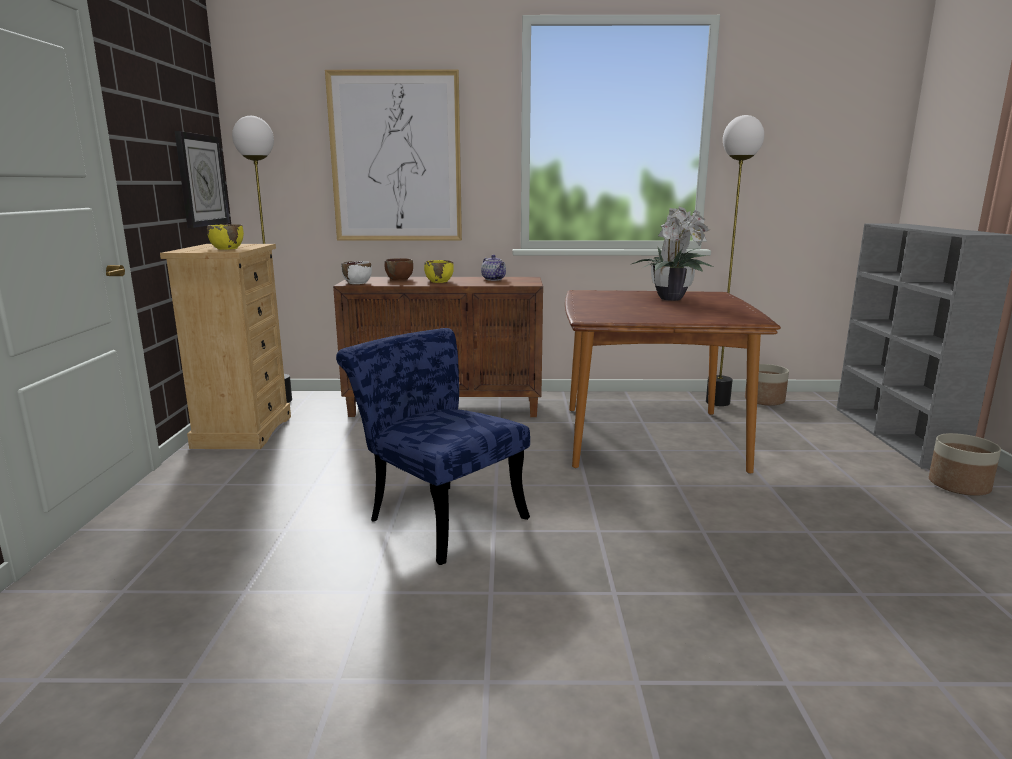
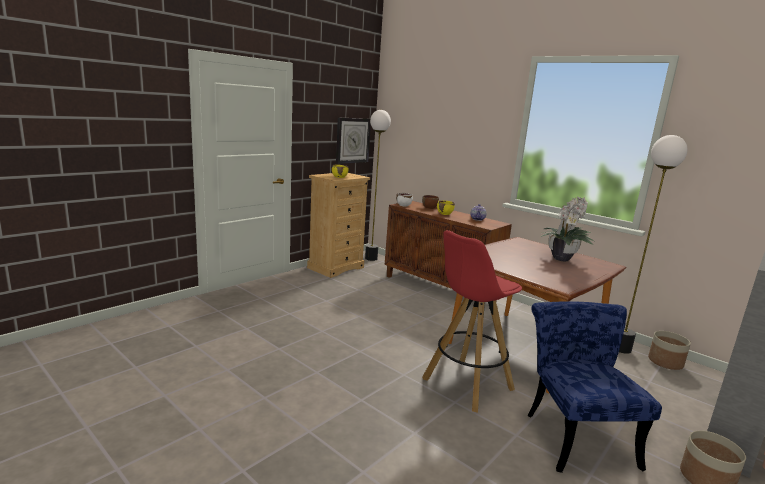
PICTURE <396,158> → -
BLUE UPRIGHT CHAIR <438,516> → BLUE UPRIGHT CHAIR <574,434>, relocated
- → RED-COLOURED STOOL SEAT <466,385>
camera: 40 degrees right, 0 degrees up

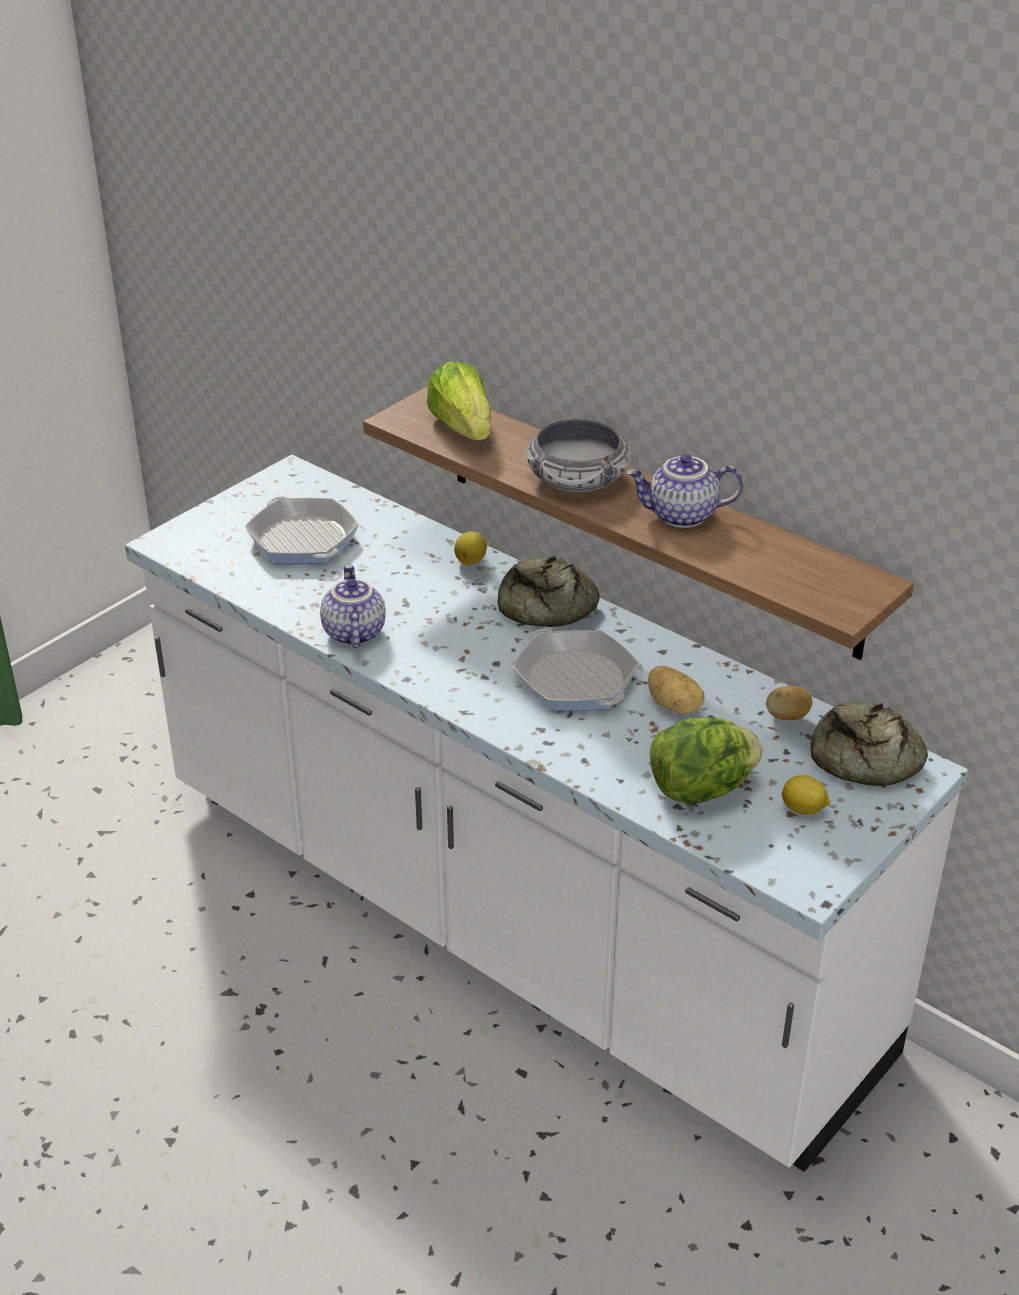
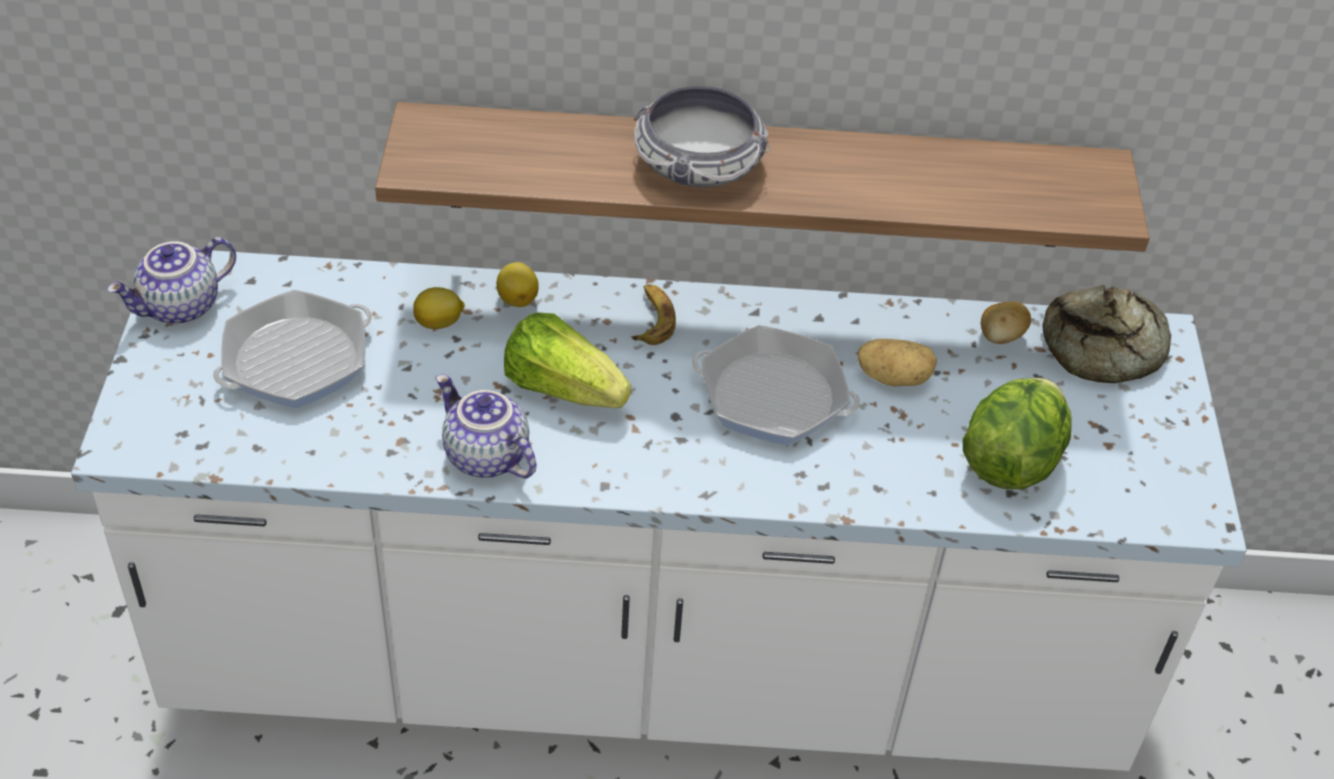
PAN <303,540> → PAN <296,360>, 120 degrees clockwise
LETTUCE <463,428> → LETTUCE <562,388>, relocated
BAKERY BREAD <545,606> → BANANA <652,319>
POT FOR TEA <681,516> → POT FOR TEA <181,308>, relocated
CITRUS FRUIT <804,810> → CITRUS FRUIT <440,323>, relocated
camera: 40 degrees left, 10 degrees up

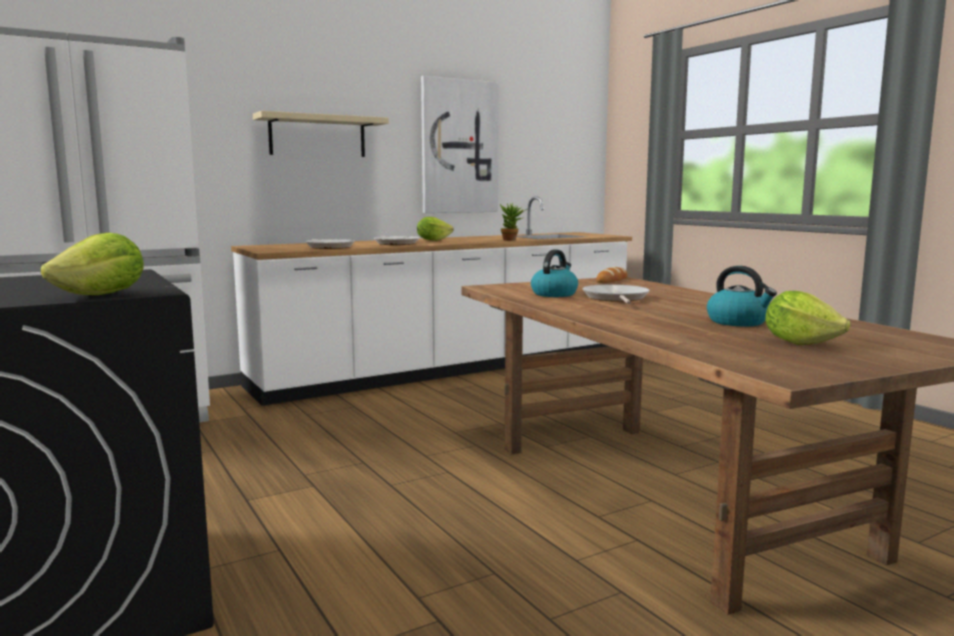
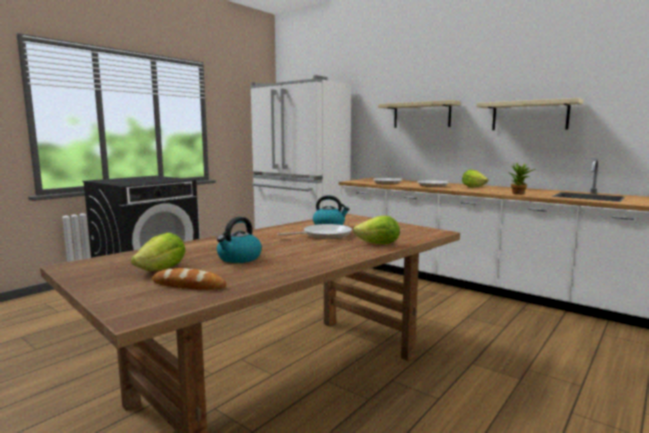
LETTUCE <102,295> → LETTUCE <378,244>, relocated
PICTURE <459,147> → BEIGE WALL SHELF <529,116>
BAKERY BREAD <612,280> → BAKERY BREAD <188,285>, relocated
camera: 70 degrees right, 0 degrees up

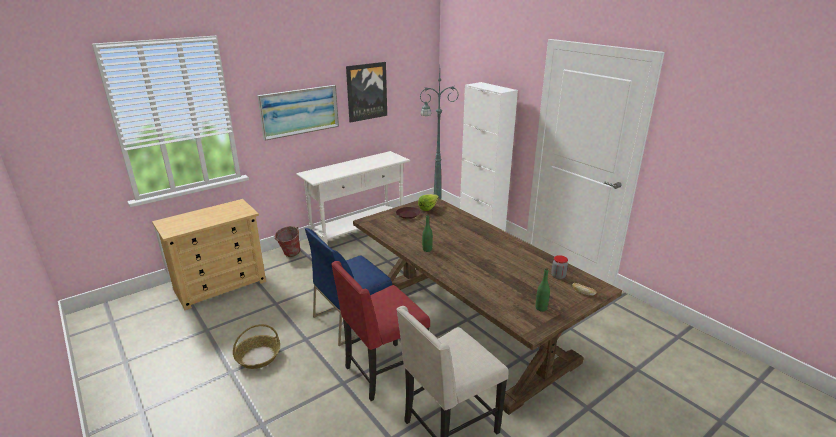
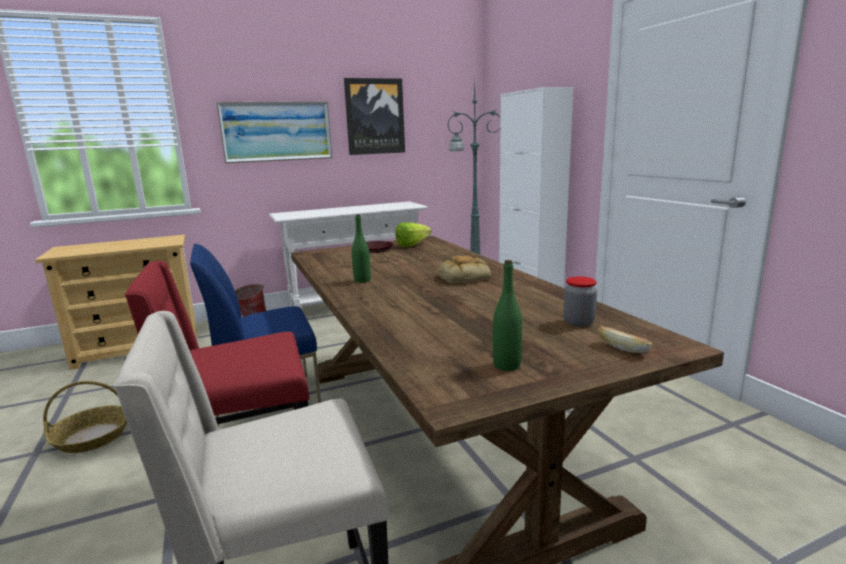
- → BAKERY BREAD <464,277>
camera: 15 degrees right, 10 degrees down

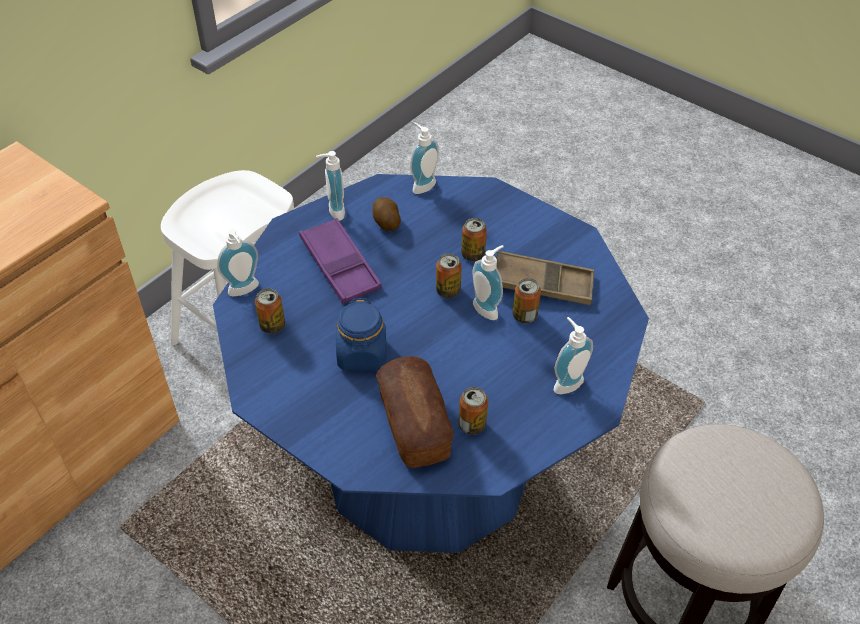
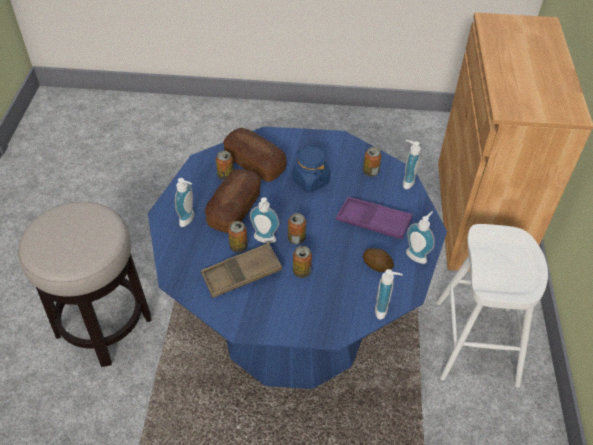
- → BAKERY BREAD <234,209>
camera: 145 degrees right, 0 degrees up

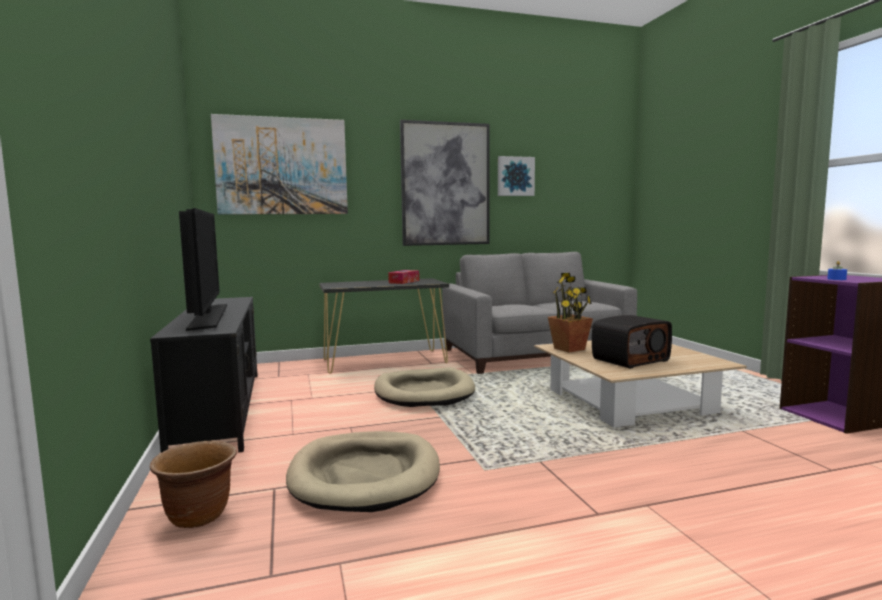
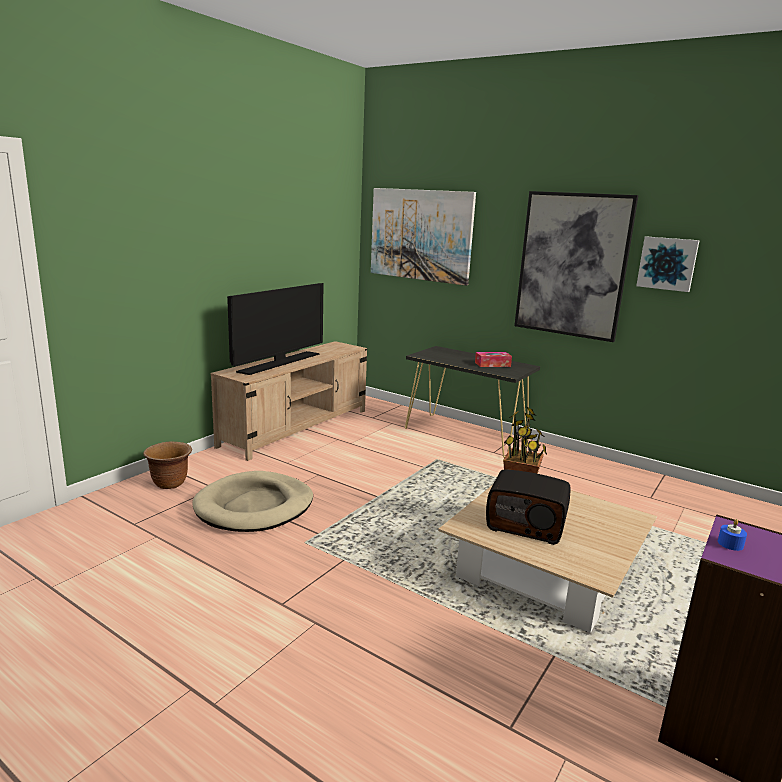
BLACKISH TV UNIT <220,408> → BEIGE TV UNIT <297,427>
BEIGE DOG BED <424,392> → -
GREYISH COUCH <535,354> → -
camera: 50 degrees right, 10 degrees up

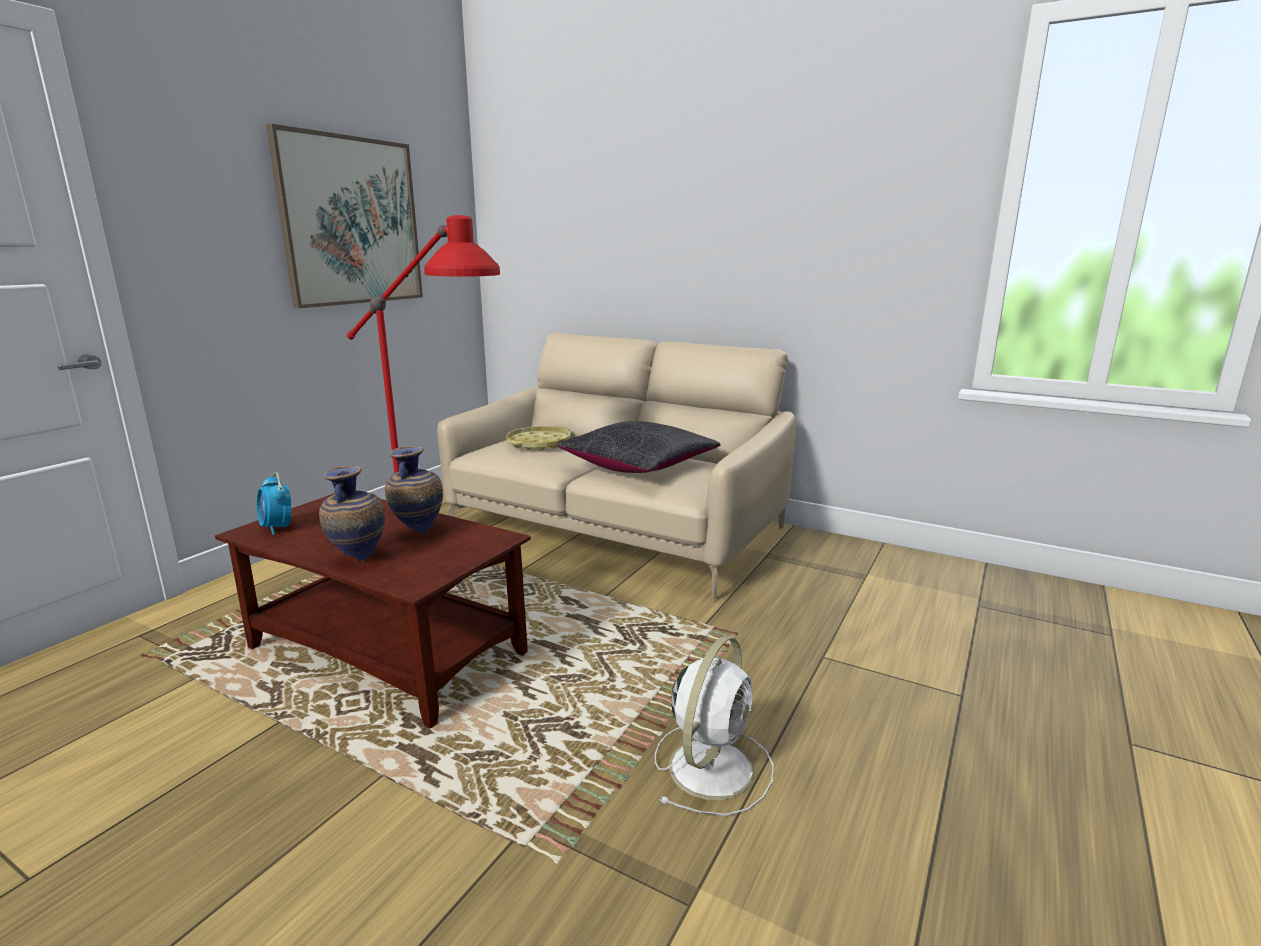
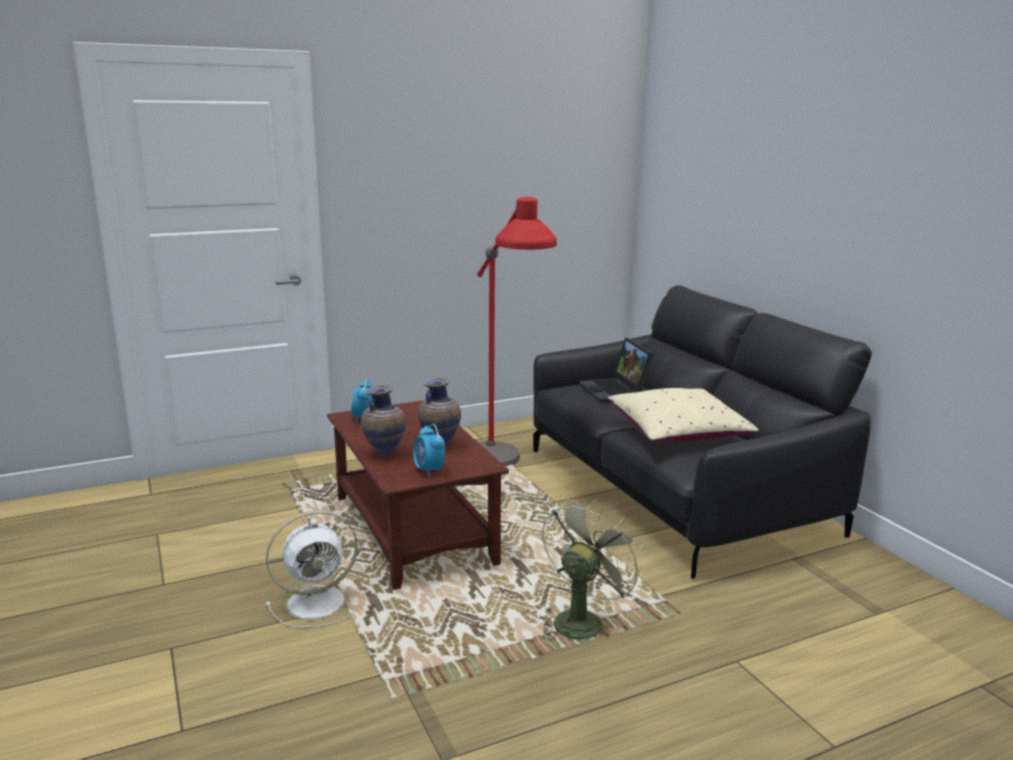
PICTURE <351,221> → -
BEIGE COUCH <617,530> → BLACKISH COUCH <675,491>
YELLOW-COLOURED TRAY <539,444> → PORTABLE COMPUTER <616,392>
BLACKISH PILLOW <638,465> → BEIGE PILLOW <677,433>
WHITISH ELECTRIC FAN <712,766> → WHITISH ELECTRIC FAN <319,602>, relocated
- → BEDSIDE CLOCK <429,470>
- → GREEN-COLOURED ELECTRIC FAN <581,619>
camera: 35 degrees right, 0 degrees up

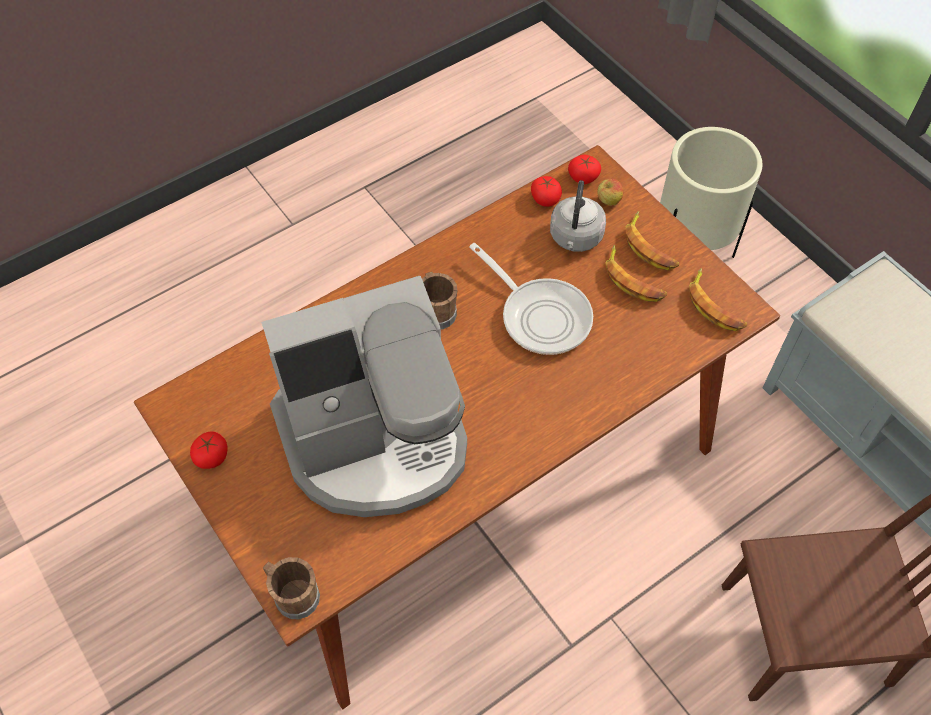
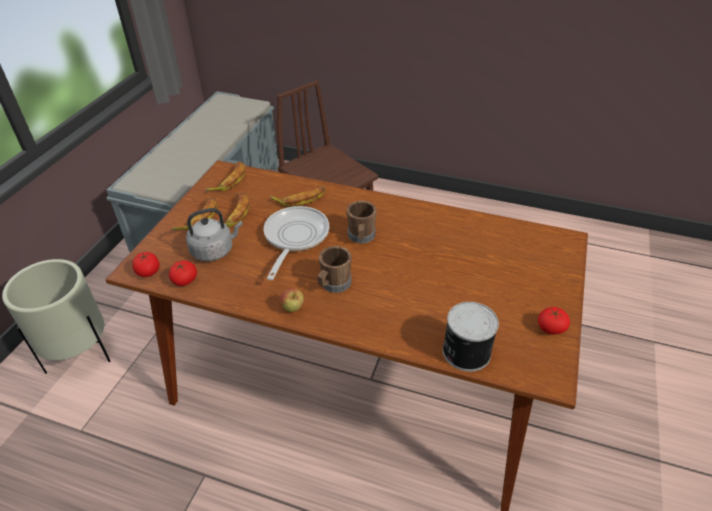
COFFEE BREWER <376,439> → -
BROWN-COLOURED MUG <293,595> → BROWN-COLOURED MUG <361,237>, relocated
WHOLE APPLE <608,201> → WHOLE APPLE <293,309>, relocated
- → BANANA <300,199>
- → CAN <465,351>
camera: 125 degrees left, 15 degrees down

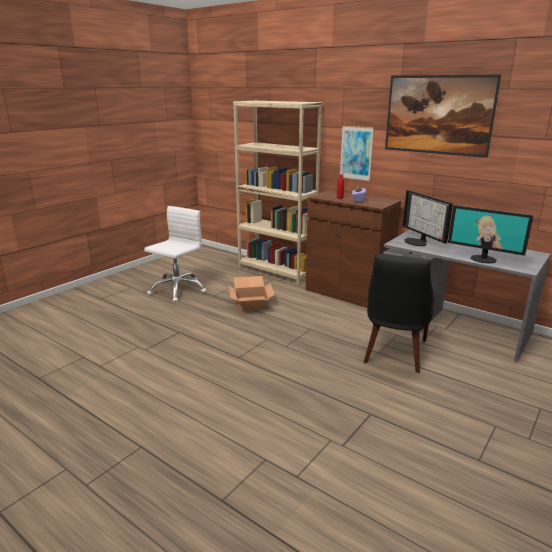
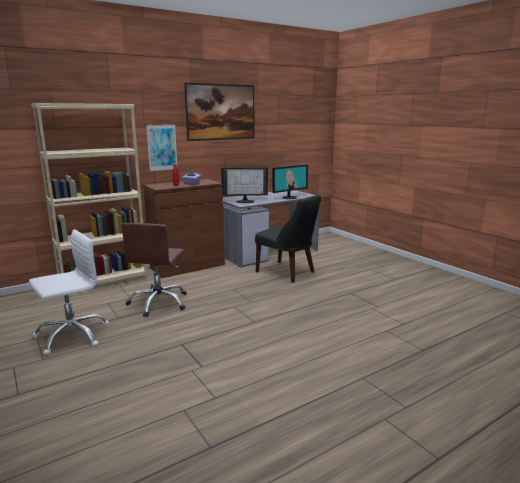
WHITISH DESK CHAIR <177,289> → WHITISH DESK CHAIR <72,335>, 90 degrees clockwise
CARTON <250,303> → BROWN-COLOURED DESK CHAIR <159,303>
camera: 70 degrees left, 5 degrees down

